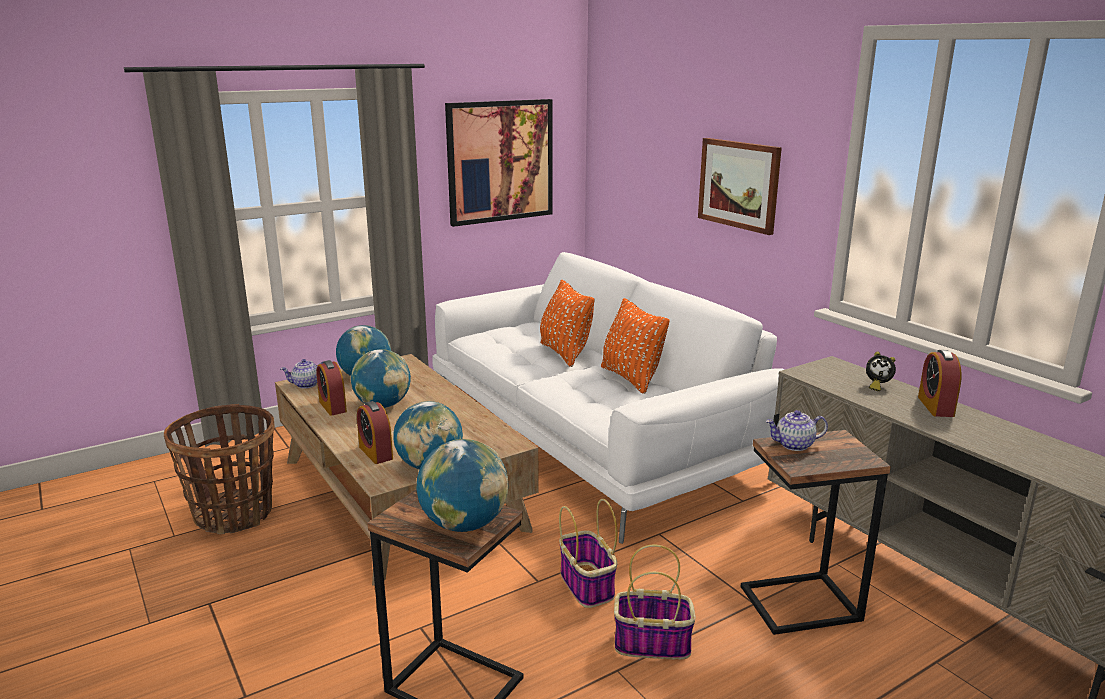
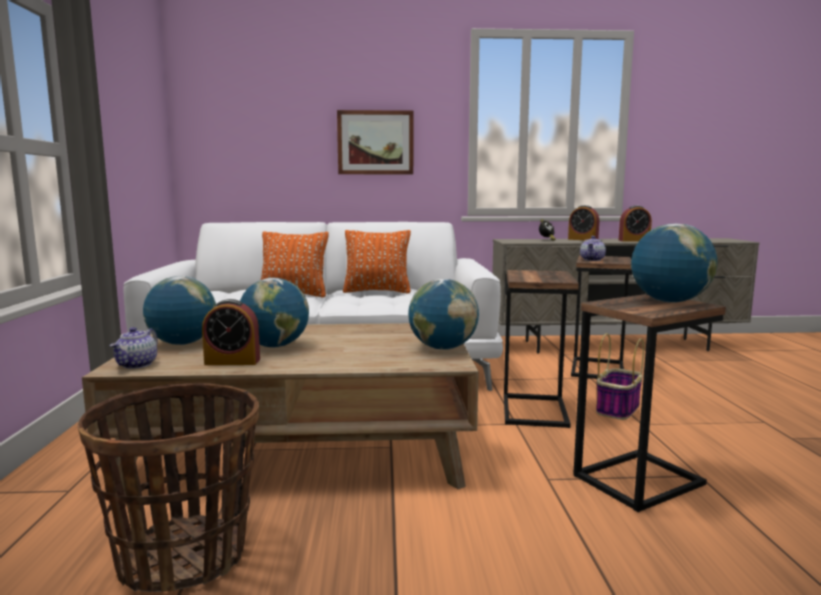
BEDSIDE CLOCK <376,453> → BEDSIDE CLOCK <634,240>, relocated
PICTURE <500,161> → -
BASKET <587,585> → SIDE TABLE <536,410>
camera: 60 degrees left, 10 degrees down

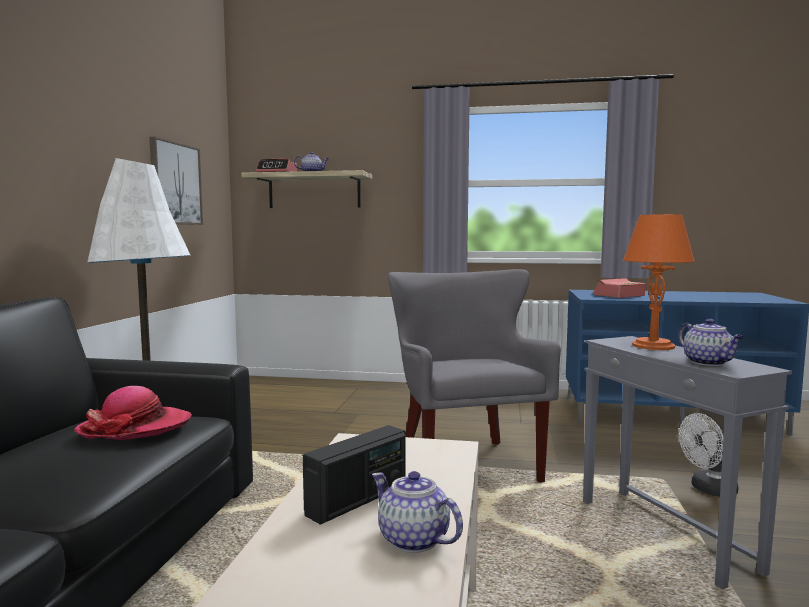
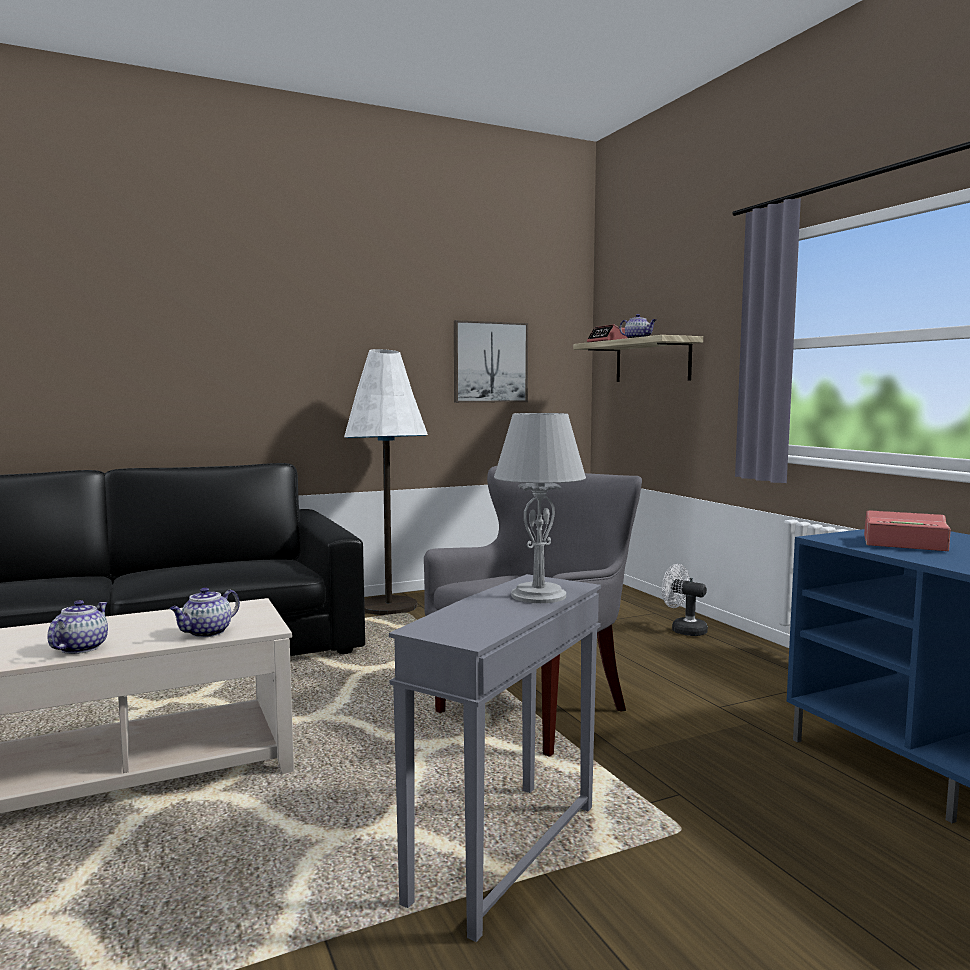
HAT <135,427> → -
RADIO RECEIVER <358,500> → -
ORANGE-COLOURED TABLE LAMP <652,346> → GREYISH TABLE LAMP <538,595>
POT FOR TEA <708,362> → POT FOR TEA <206,633>, relocated
WHITISH ELECTRIC FAN <708,489> → WHITISH ELECTRIC FAN <683,630>, relocated
camera: 55 degrees right, 0 degrees up

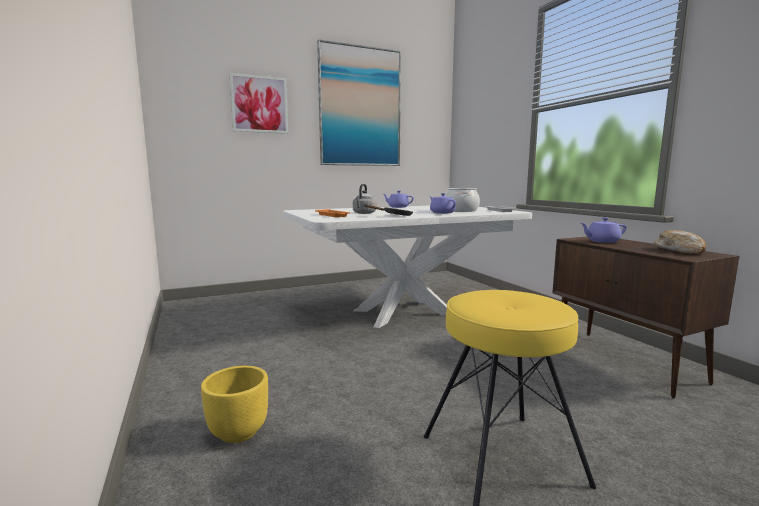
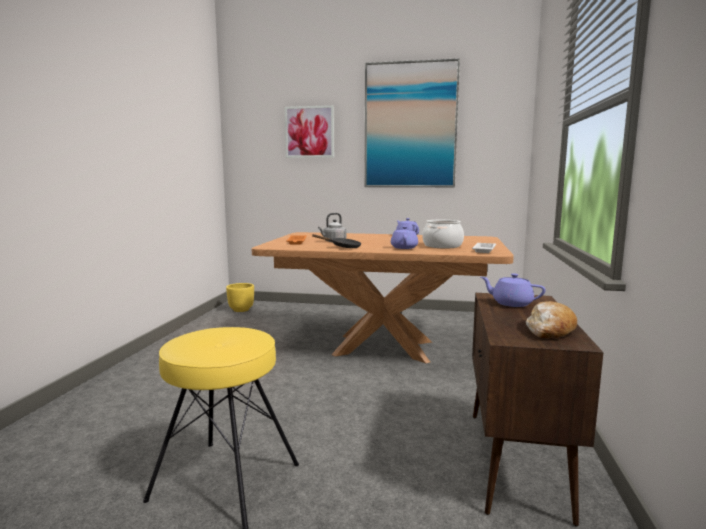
YELLOW-COLOURED FLOWER POT <238,432> → YELLOW-COLOURED FLOWER POT <240,310>, relocated
WHITISH KITCHEN TABLE <403,312> → BROWN-COLOURED KITCHEN TABLE <383,348>
camera: 35 degrees right, 0 degrees up

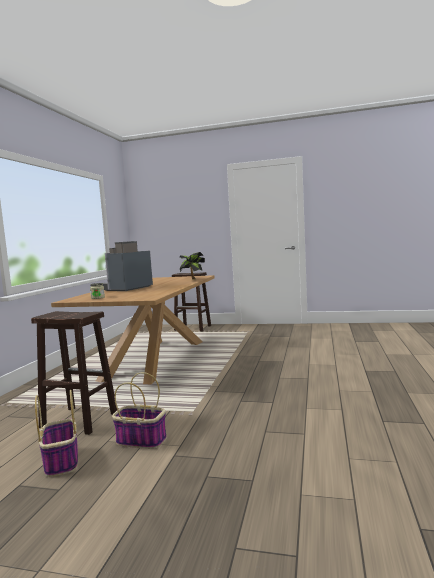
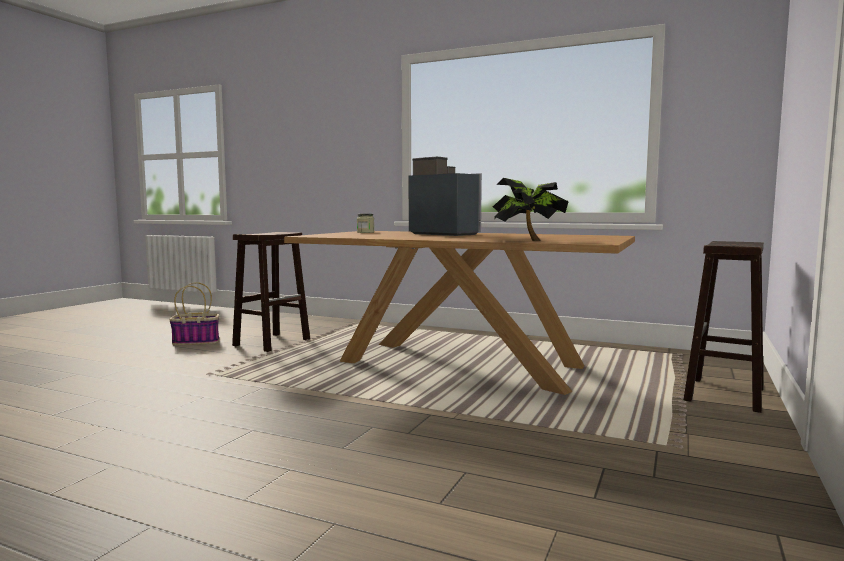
BASKET <140,440> → -
camera: 100 degrees right, 0 degrees up

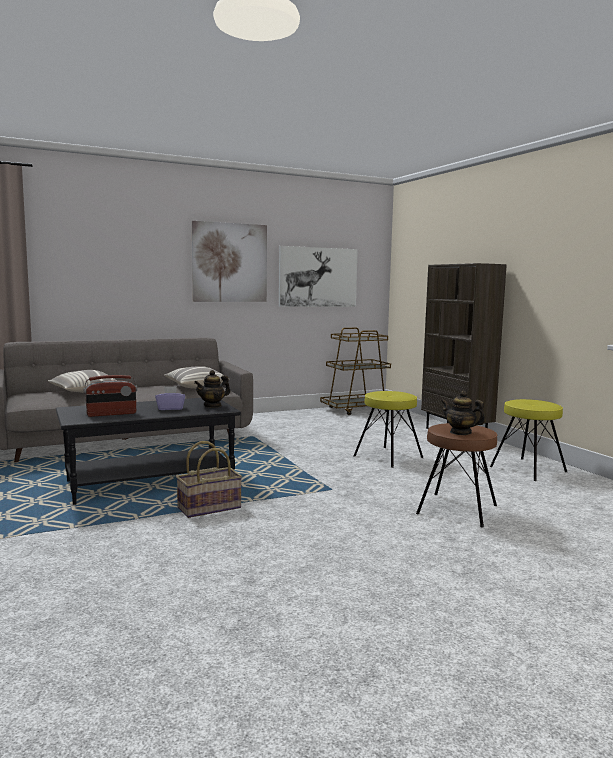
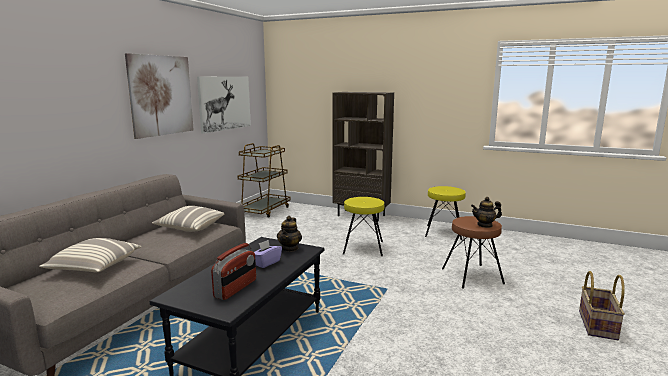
BASKET <209,507> → BASKET <596,325>, relocated
camera: 40 degrees left, 5 degrees up

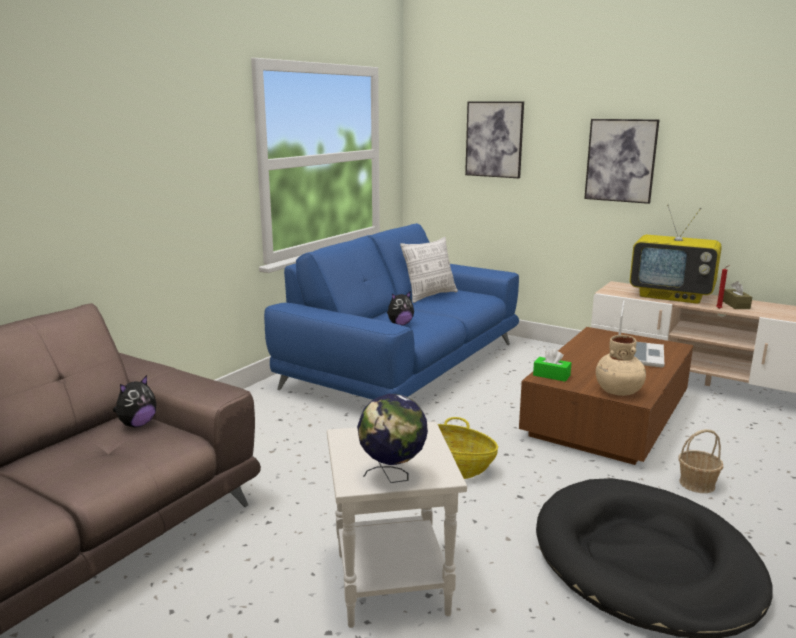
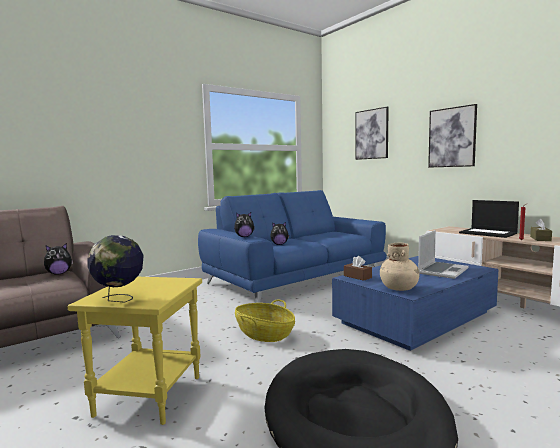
WHITISH SIDE TABLE <389,583> → YELLOW-COLOURED SIDE TABLE <148,395>
PILLOW <430,296> → -
BROWN-COLOURED LOW TABLE <607,416> → BLUE LOW TABLE <416,318>
GREEN-COLOURED TISSUE BOX <551,375> → BROWN-COLOURED TISSUE BOX <357,277>
TELEVISION <672,296> → PORTABLE COMPUTER <488,233>
BASKET <697,484> → -
- → PLUSH TOY <244,237>
camera: 20 degrees right, 10 degrees down

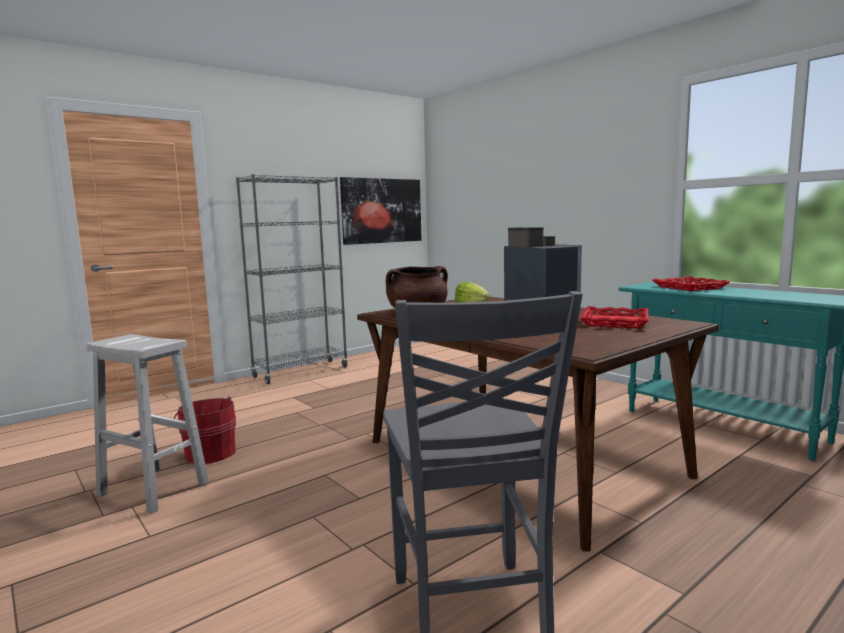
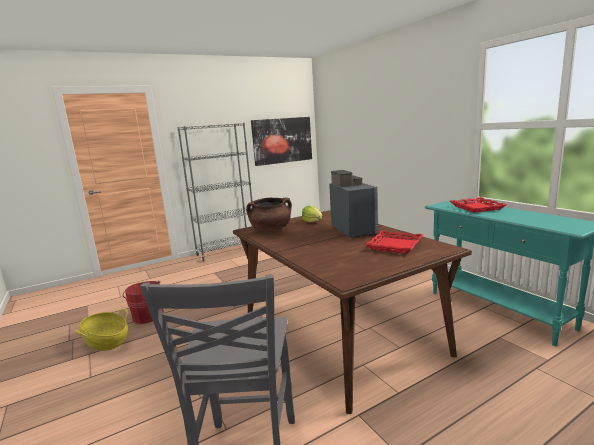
WHITISH STOOL SEAT <155,489> → BASKET <107,341>
camera: 10 degrees right, 5 degrees up

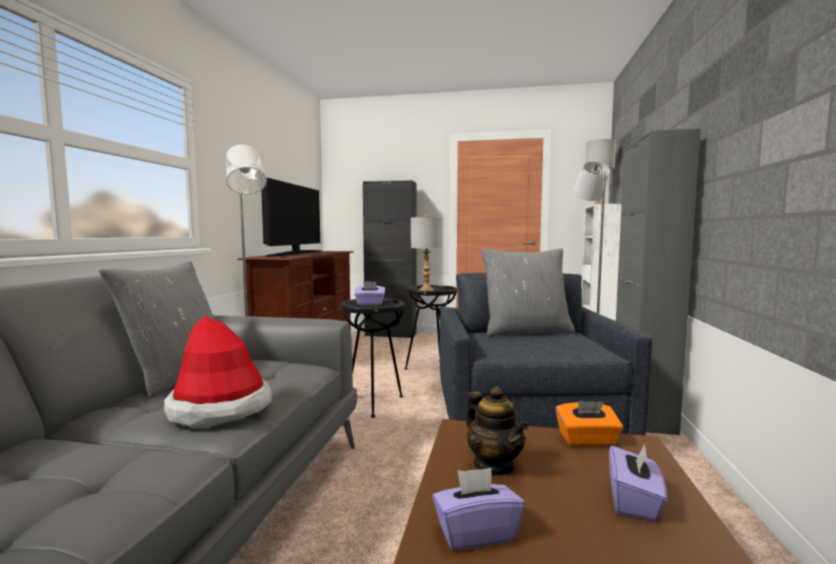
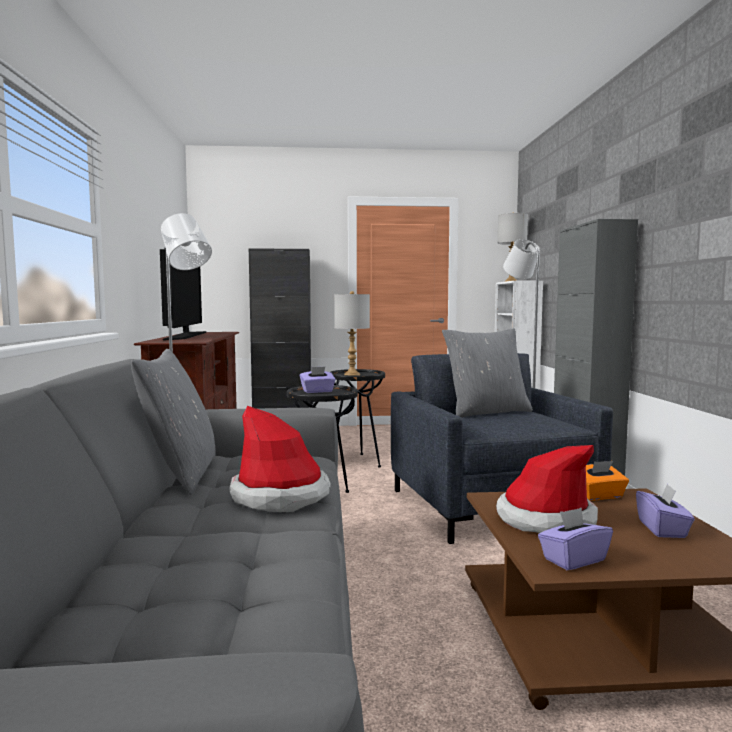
POT FOR TEA <494,465> → HAT <545,519>
camera: 15 degrees left, 0 degrees up

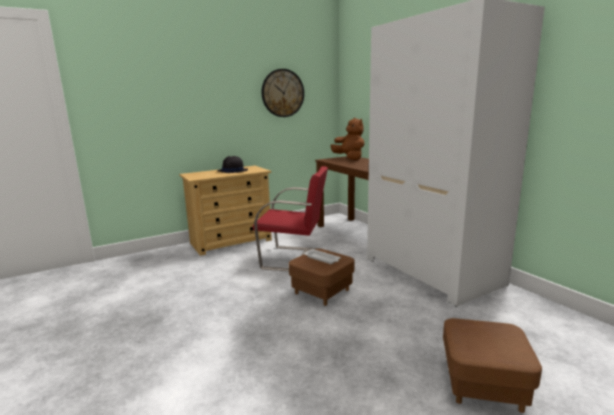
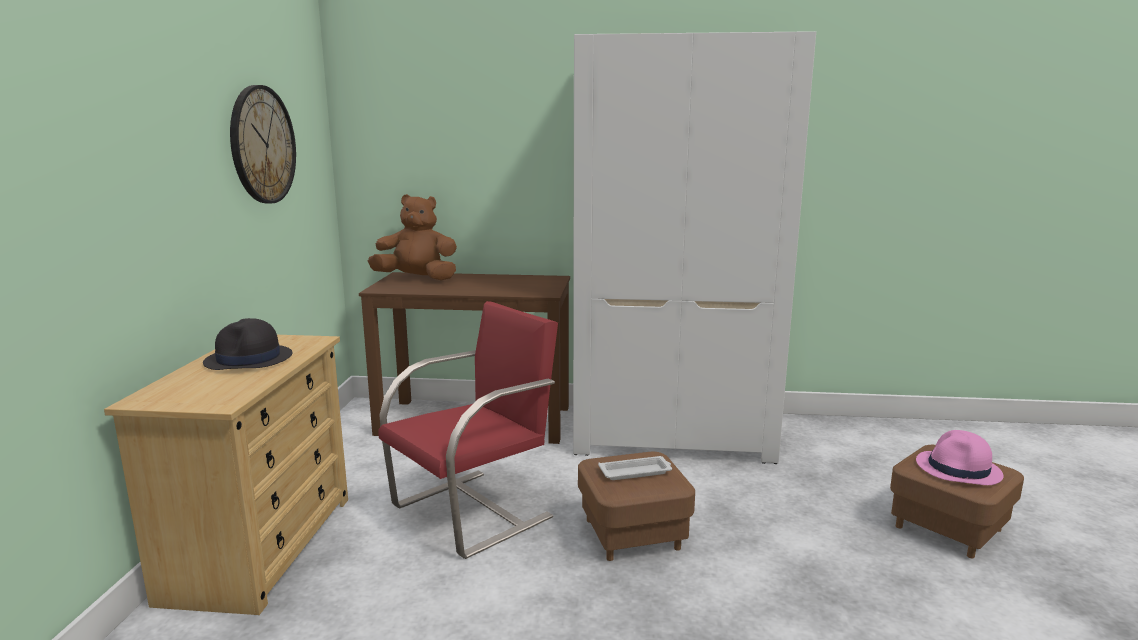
- → PINK-COLOURED HAT <958,469>
camera: 55 degrees left, 0 degrees up

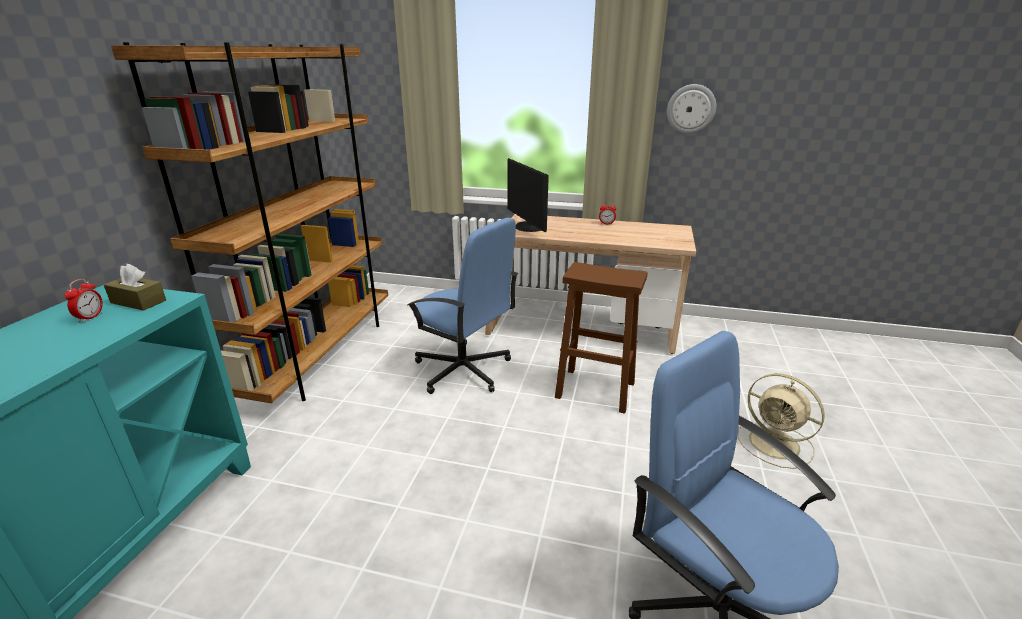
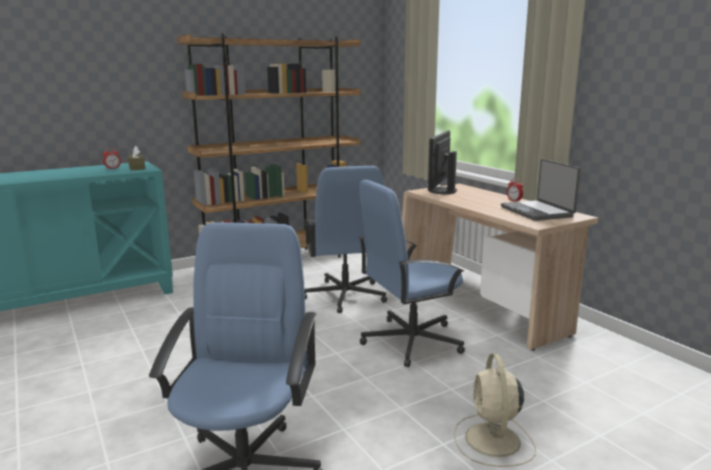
BROWN-COLOURED STOOL SEAT <593,390> → BLUE DESK CHAIR <410,341>
HANGING CLOCK <691,109> → -
- → PORTABLE COMPUTER <538,212>
camera: 45 degrees right, 10 degrees down

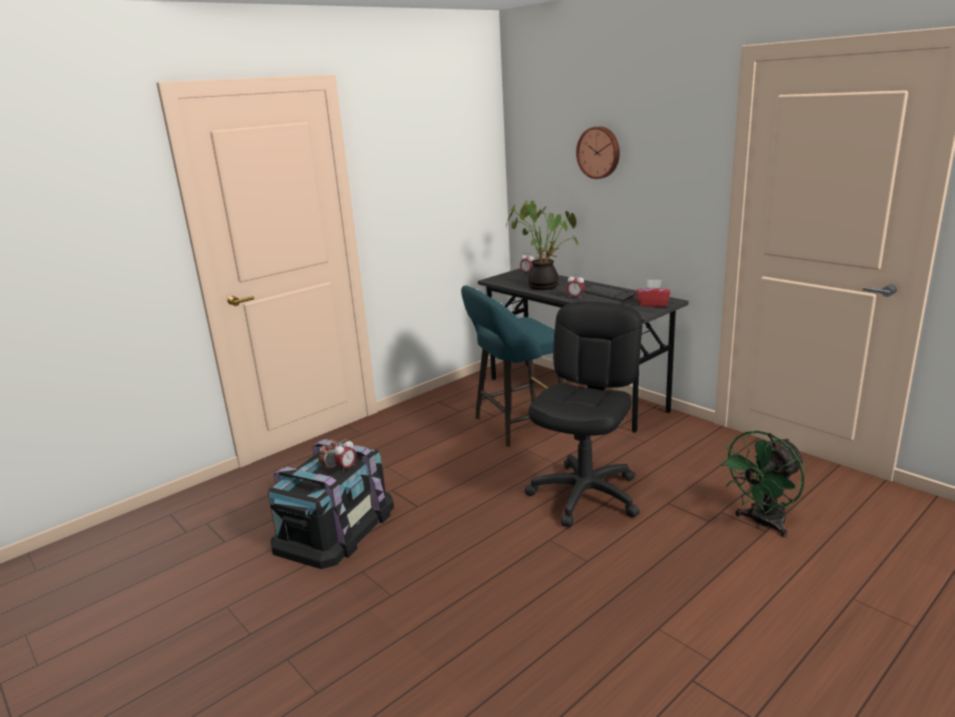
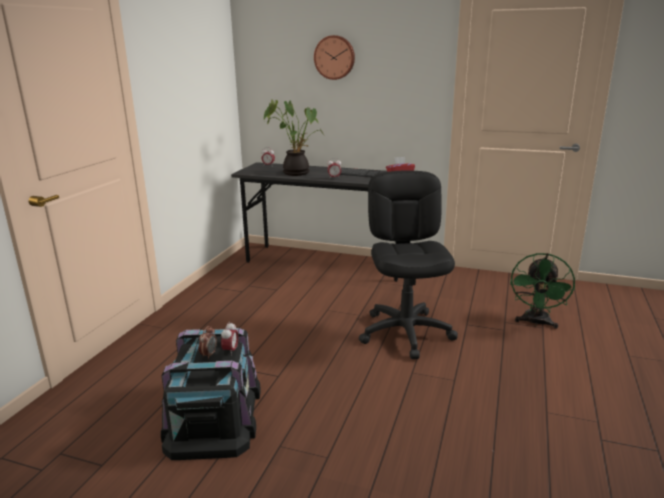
TURQUOISE-COLOURED STOOL SEAT <516,425> → -
camera: 30 degrees left, 0 degrees up

